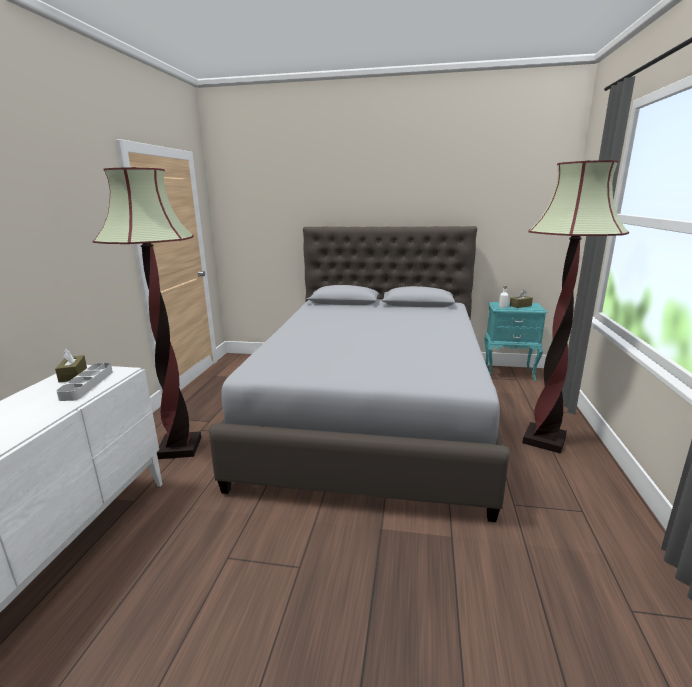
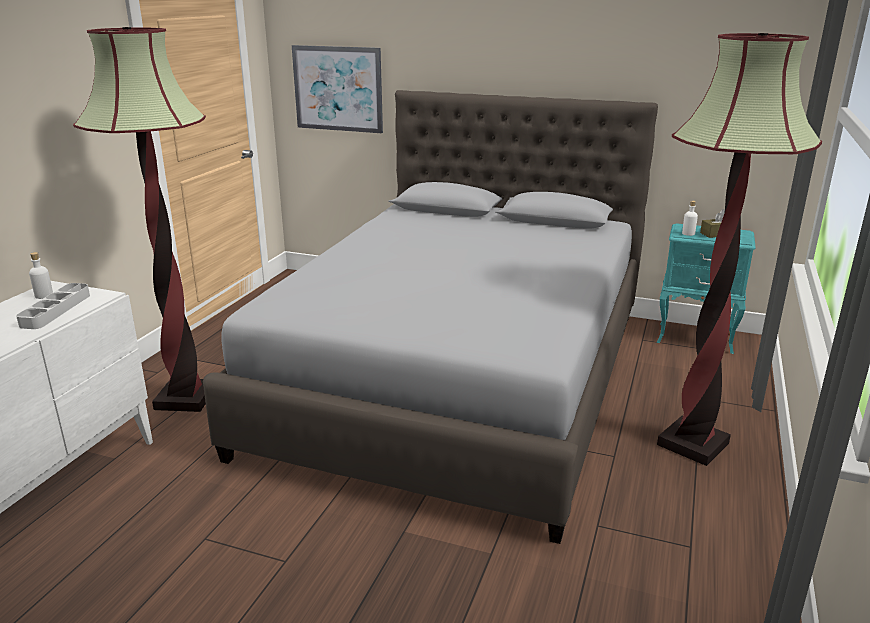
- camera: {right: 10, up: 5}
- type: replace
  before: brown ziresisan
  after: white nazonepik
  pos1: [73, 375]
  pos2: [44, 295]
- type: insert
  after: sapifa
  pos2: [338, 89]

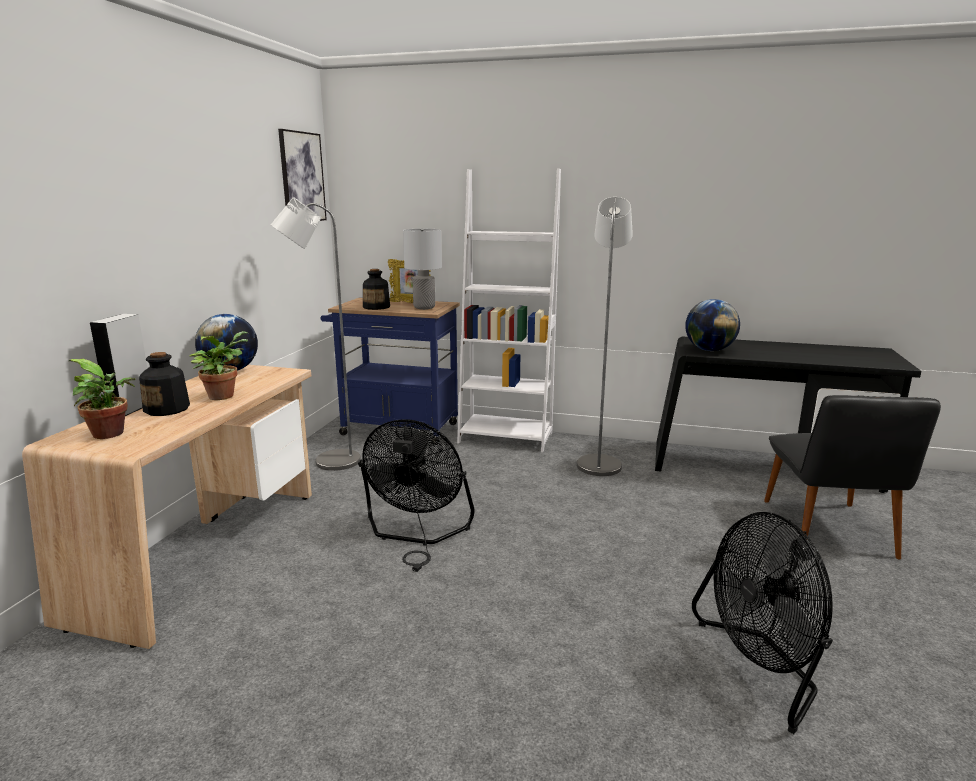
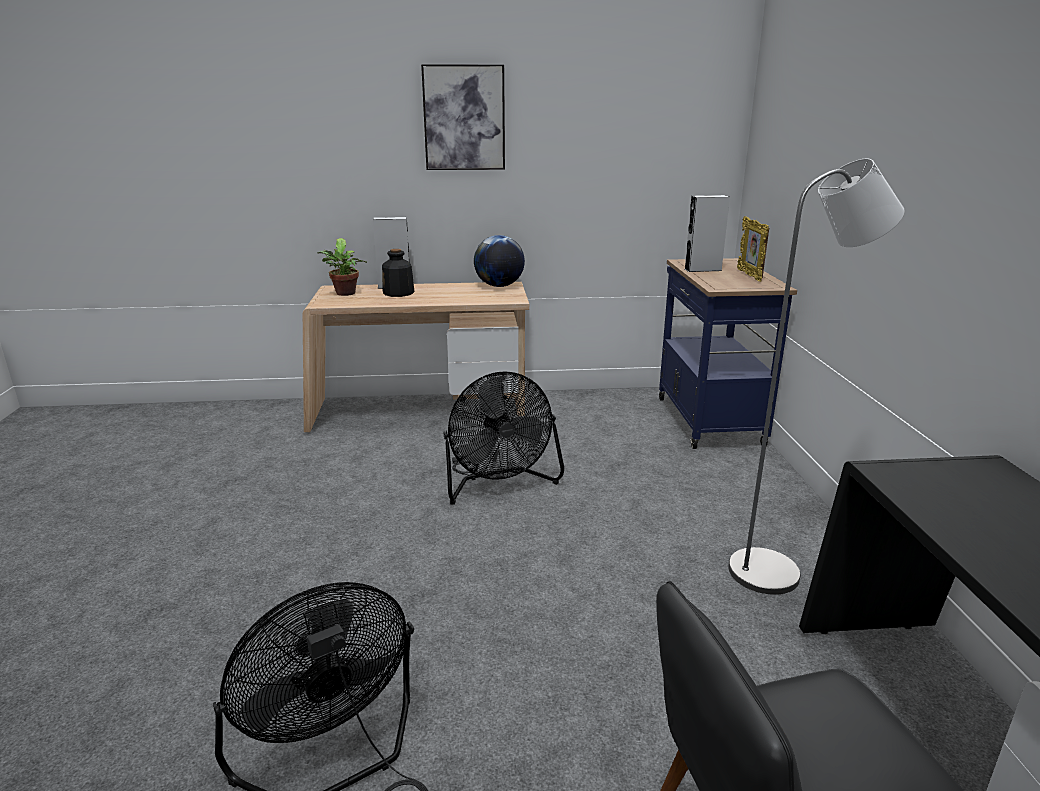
- camera: {right: 70, up: 5}
- type: move
  before: sapifa
  pos1: [302, 177]
  pos2: [464, 118]
- type: delete
  before: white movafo
  pos1: [505, 438]
- type: delete
  before: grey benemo
  pos1: [329, 462]
- type: delete
  before: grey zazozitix
  pos1: [424, 308]
- type: replace
  before: nazonepik
  after: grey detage
  pos1: [377, 307]
  pos2: [703, 269]
- type: delete
  before: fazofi
  pos1: [709, 350]
- type: delete
  before: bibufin
  pos1: [223, 395]
- type: rotate
  before: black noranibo
  pos1: [414, 534]
  pos2: [494, 483]
  turn: 75

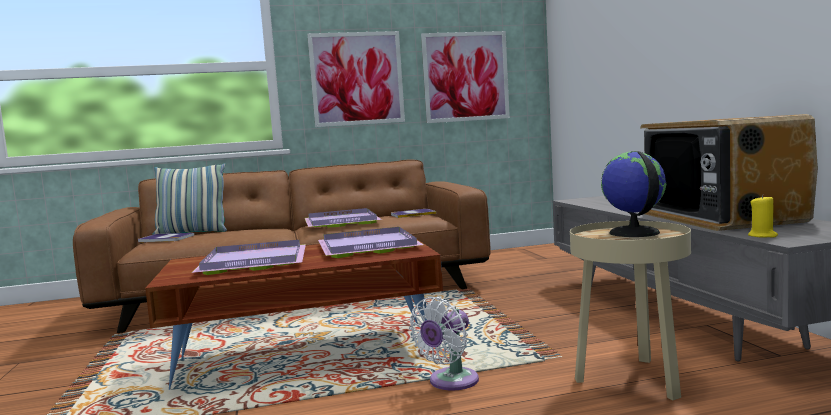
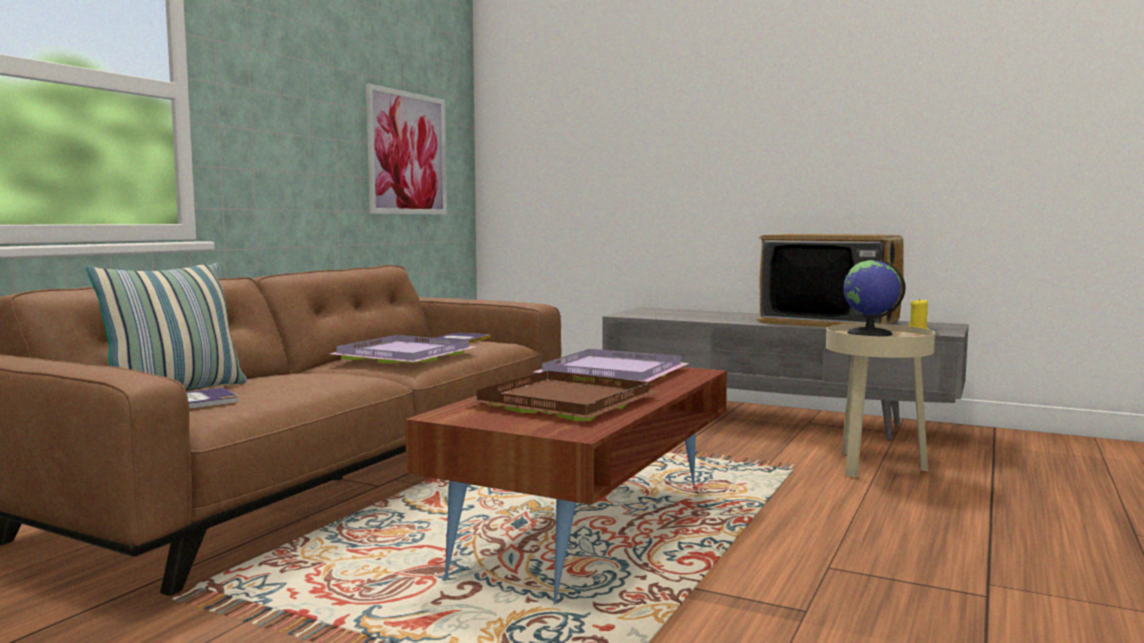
- camera: {right: -50, up: 0}
- type: delete
  before: sapifa
  pos1: [357, 79]
- type: recolor
  before: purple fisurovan
  after: brown fisurovan
  pos1: [256, 261]
  pos2: [564, 401]
- type: delete
  before: white noranibo
  pos1: [450, 382]

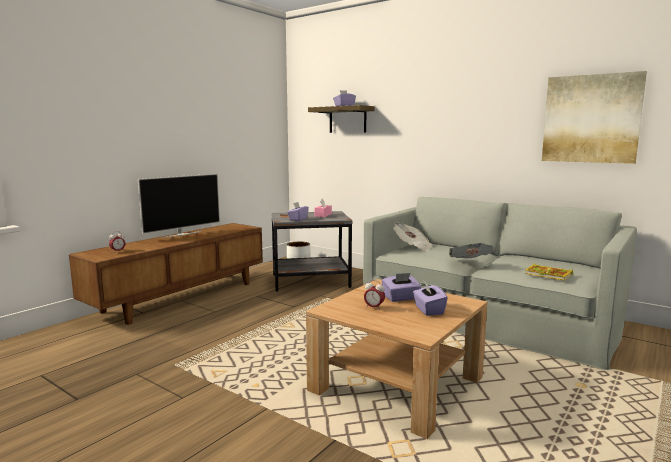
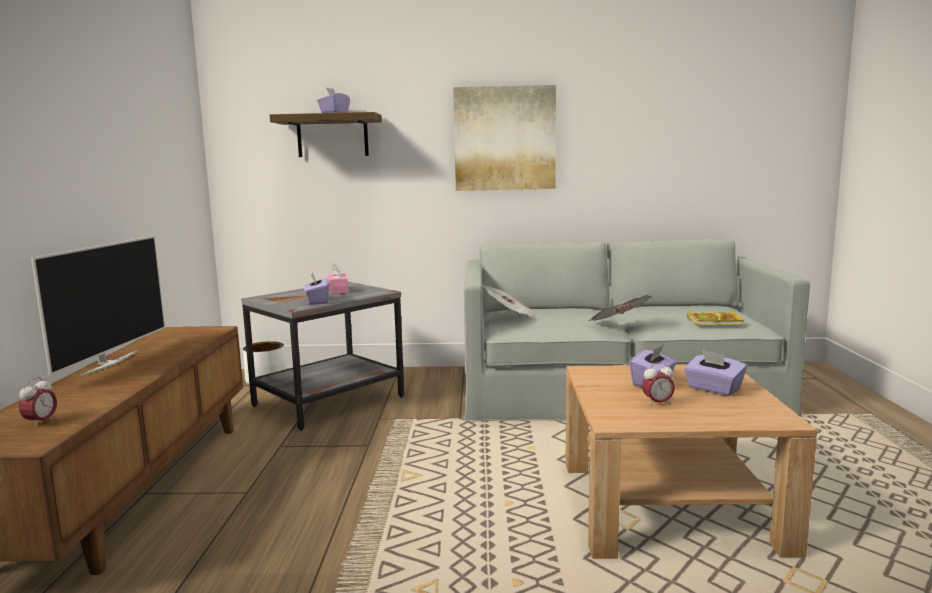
- camera: {right: -35, up: 0}
- type: move
  before: sapifa
  pos1: [591, 119]
  pos2: [504, 138]

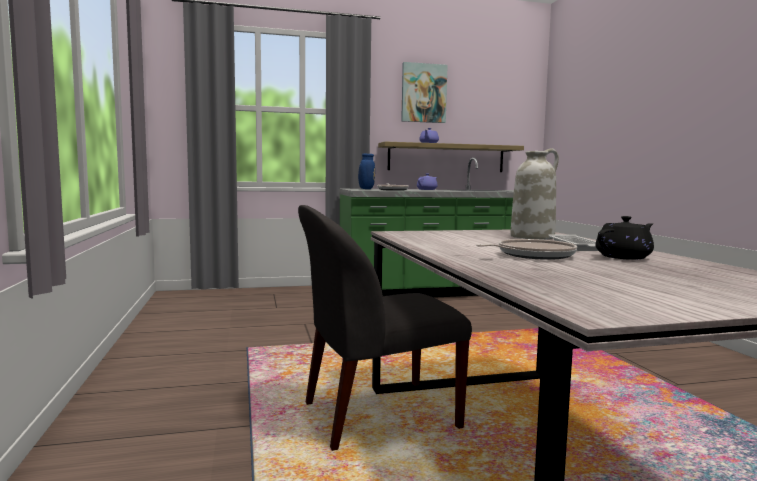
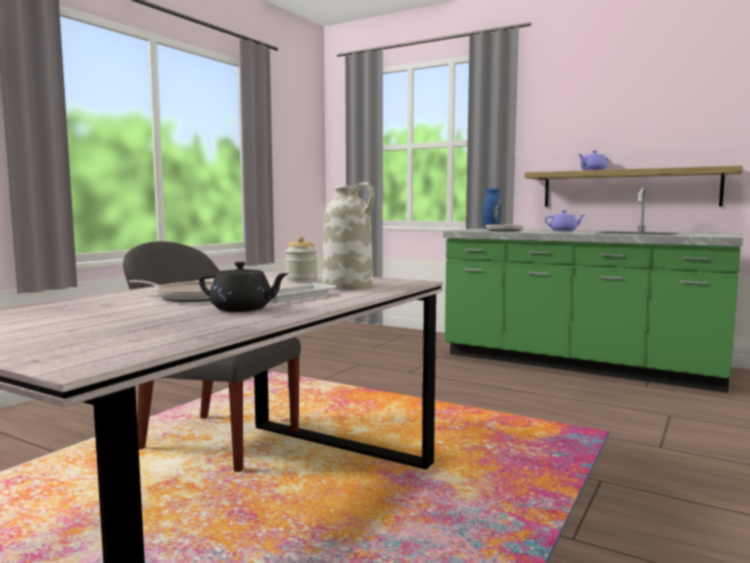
- camera: {right: 45, up: 0}
- type: delete
  before: sapifa
  pos1: [423, 93]
- type: insert
  after: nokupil
  pos2: [301, 280]

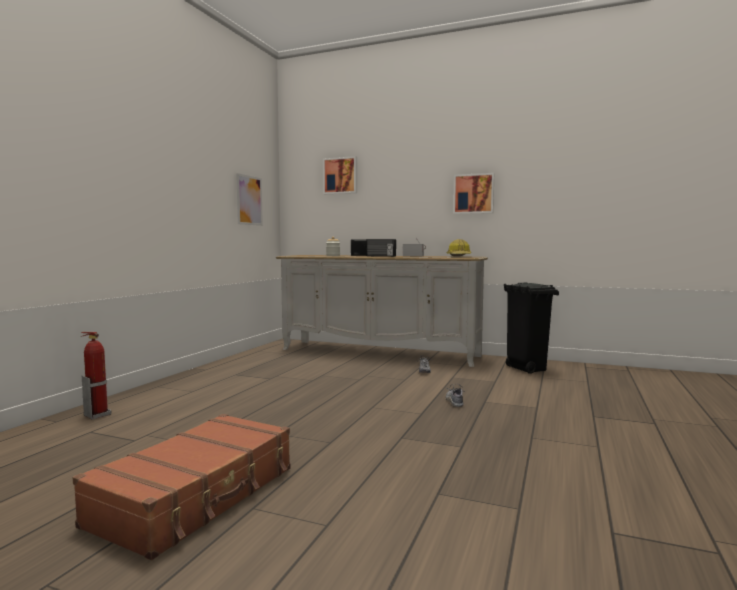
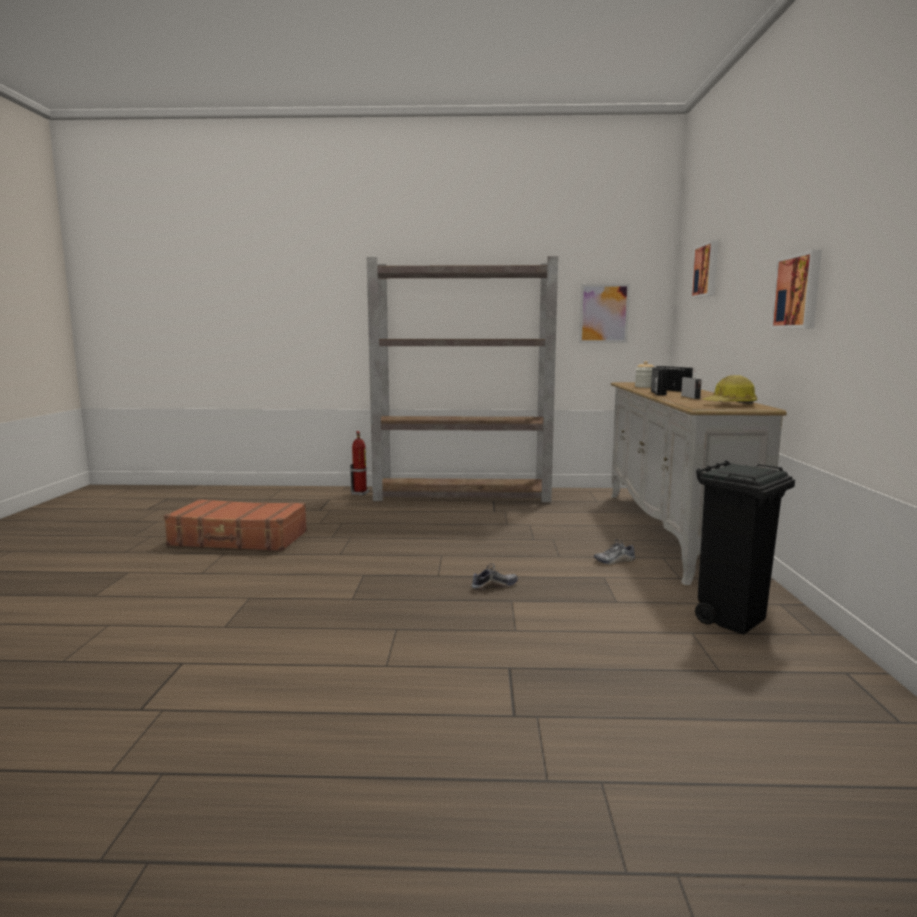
- camera: {right: 70, up: 5}
- type: insert
  after: brown movafo
  pos2: [462, 494]

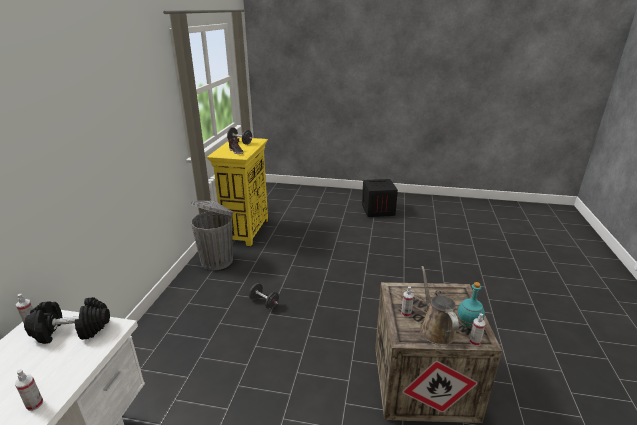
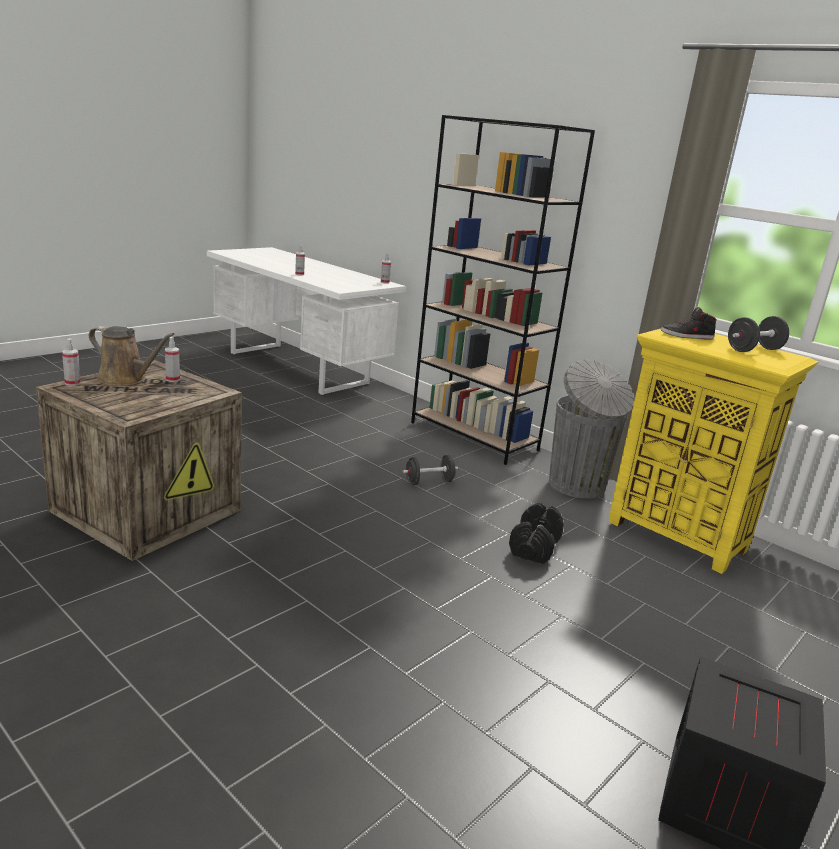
- camera: {right: 120, up: -5}
- type: delete
  before: turquoise nazonepik
  pos1: [468, 325]
- type: move
  before: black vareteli
  pos1: [71, 331]
  pos2: [534, 546]
- type: insert
  after: beige movafo
  pos2: [474, 436]

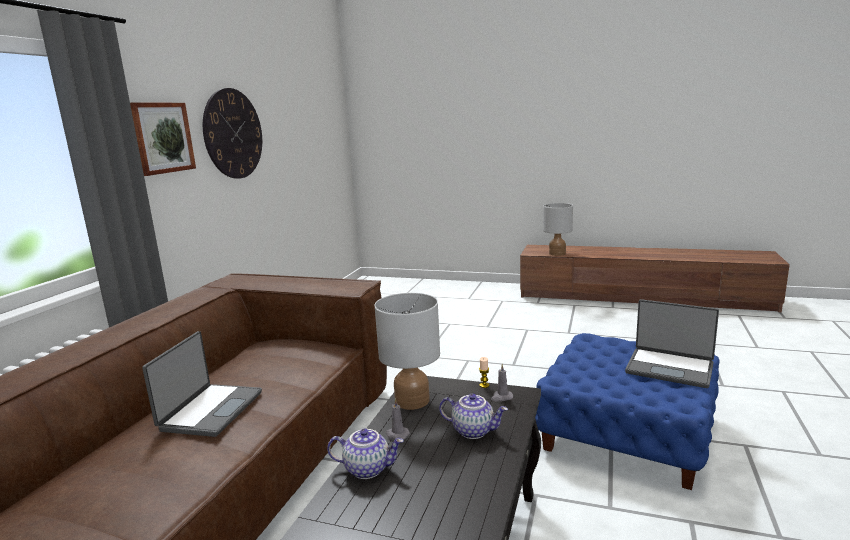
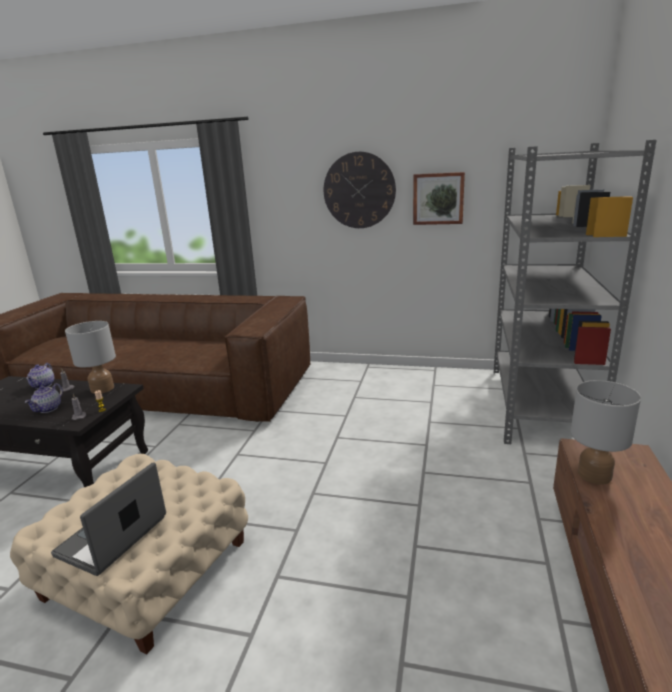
- camera: {right: 85, up: 5}
- type: move
  before: sapifa
  pos1: [161, 138]
  pos2: [438, 198]
- type: delete
  before: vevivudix
  pos1: [210, 410]
- type: recolor
  before: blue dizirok
  after: beige dizirok
  pos1: [626, 432]
  pos2: [147, 569]
- type: insert
  after: grey movafo
  pos2: [539, 405]

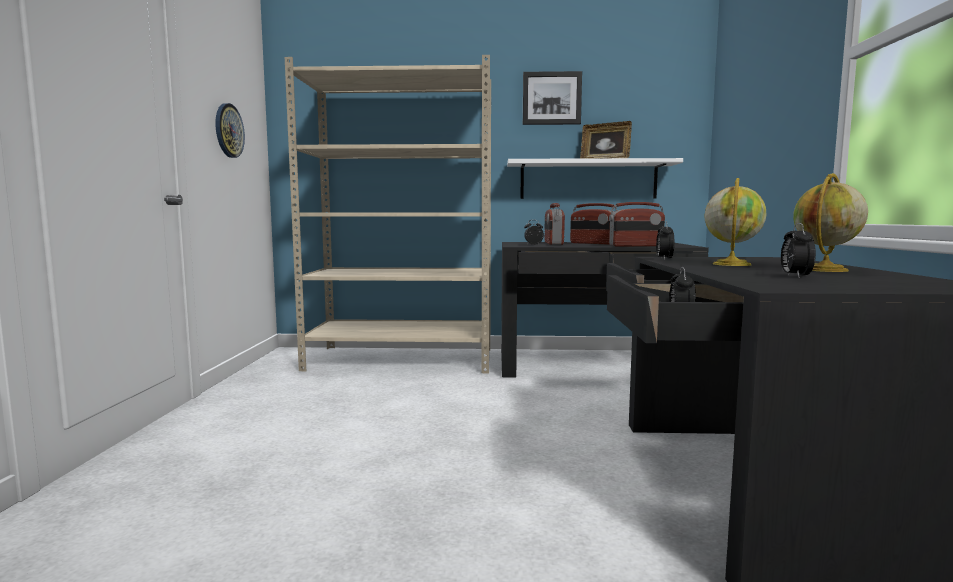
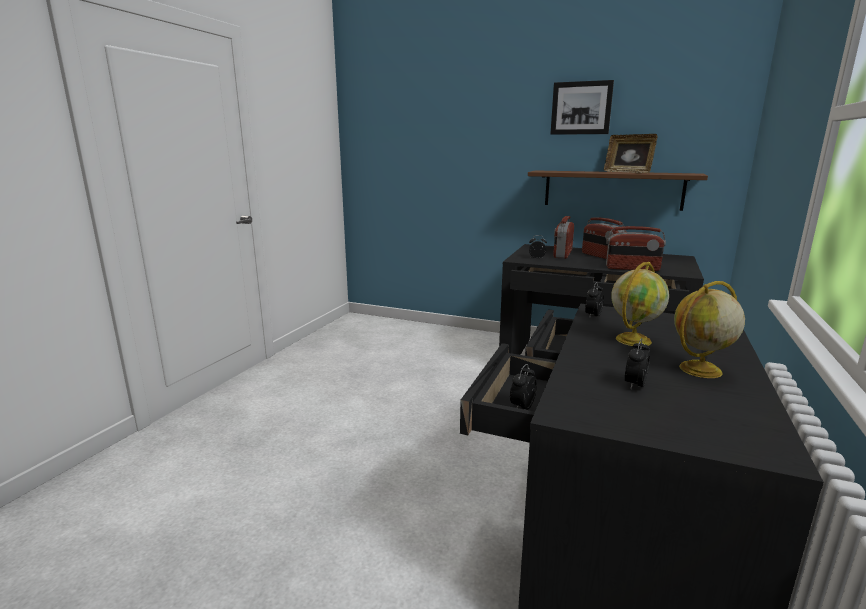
- camera: {right: 20, up: 10}
- type: delete
  before: beige movafo
  pos1: [402, 359]
- type: delete
  before: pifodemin
  pos1: [228, 130]
- type: recolor
  before: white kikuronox
  after: brown kikuronox
  pos1: [588, 180]
  pos2: [612, 189]

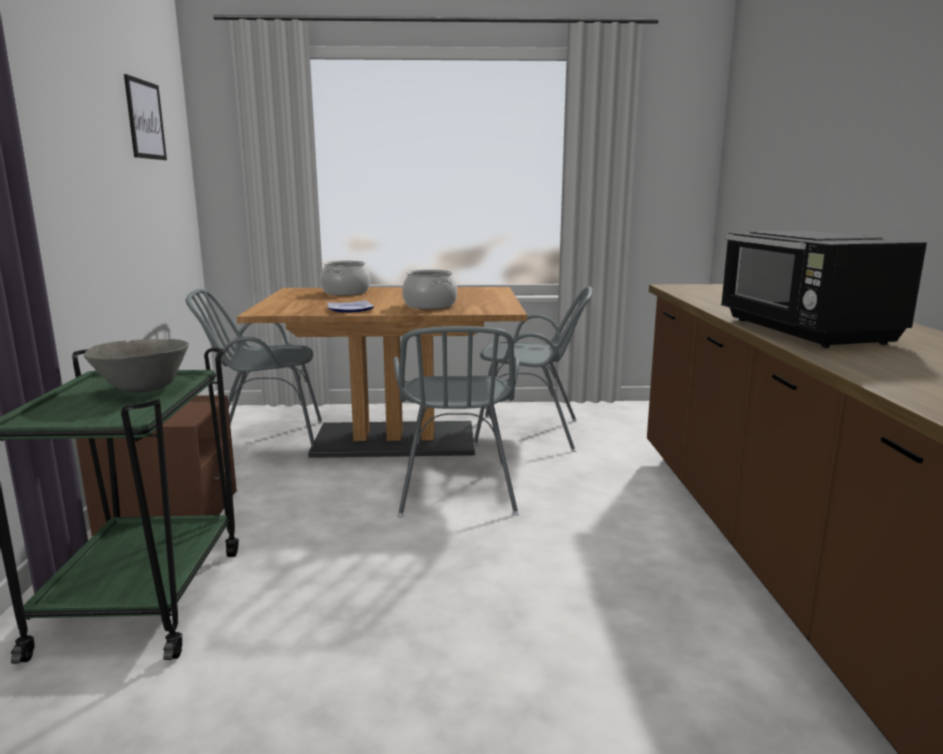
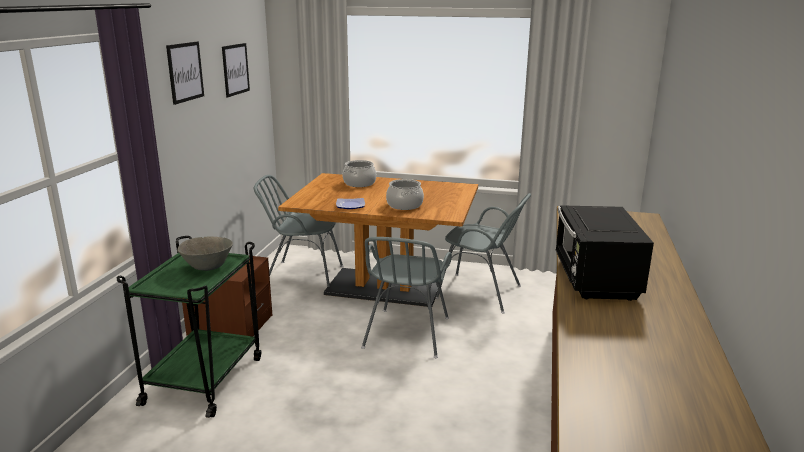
- camera: {right: 15, up: 5}
- type: insert
  after: sapifa
  pos2: [185, 72]

